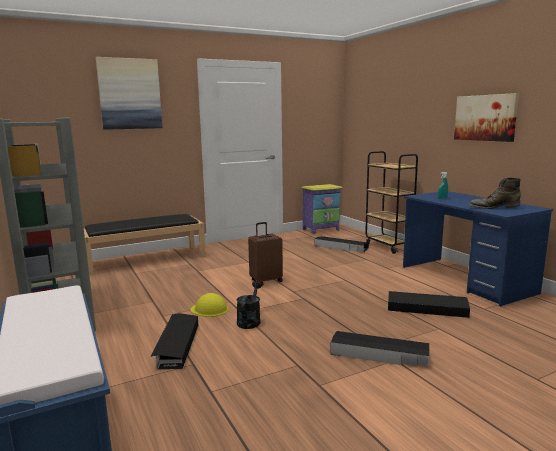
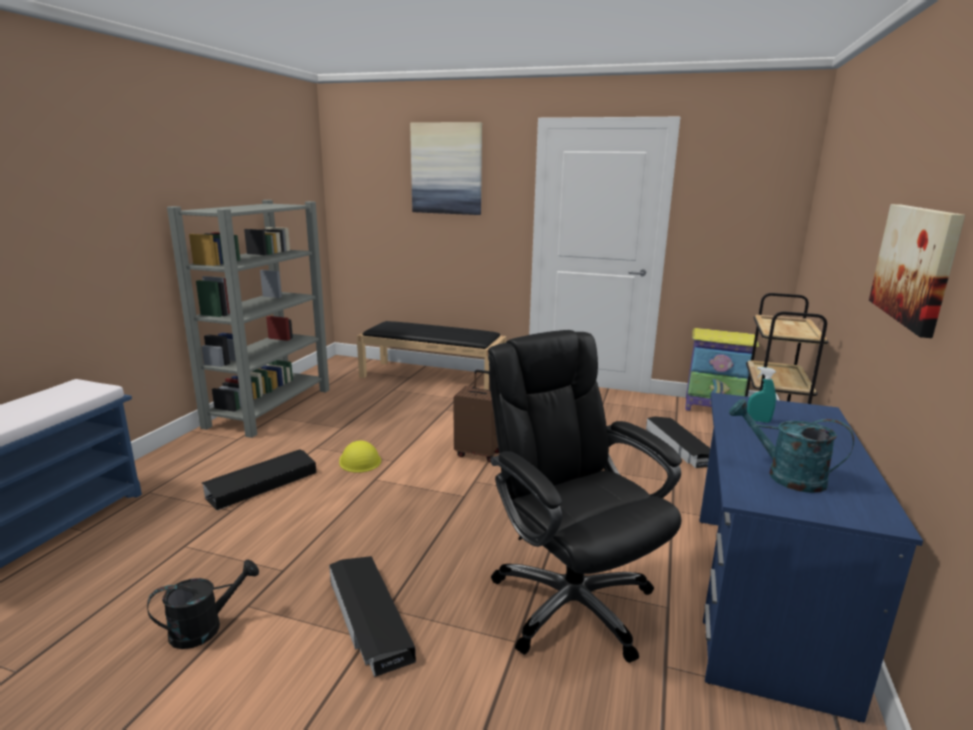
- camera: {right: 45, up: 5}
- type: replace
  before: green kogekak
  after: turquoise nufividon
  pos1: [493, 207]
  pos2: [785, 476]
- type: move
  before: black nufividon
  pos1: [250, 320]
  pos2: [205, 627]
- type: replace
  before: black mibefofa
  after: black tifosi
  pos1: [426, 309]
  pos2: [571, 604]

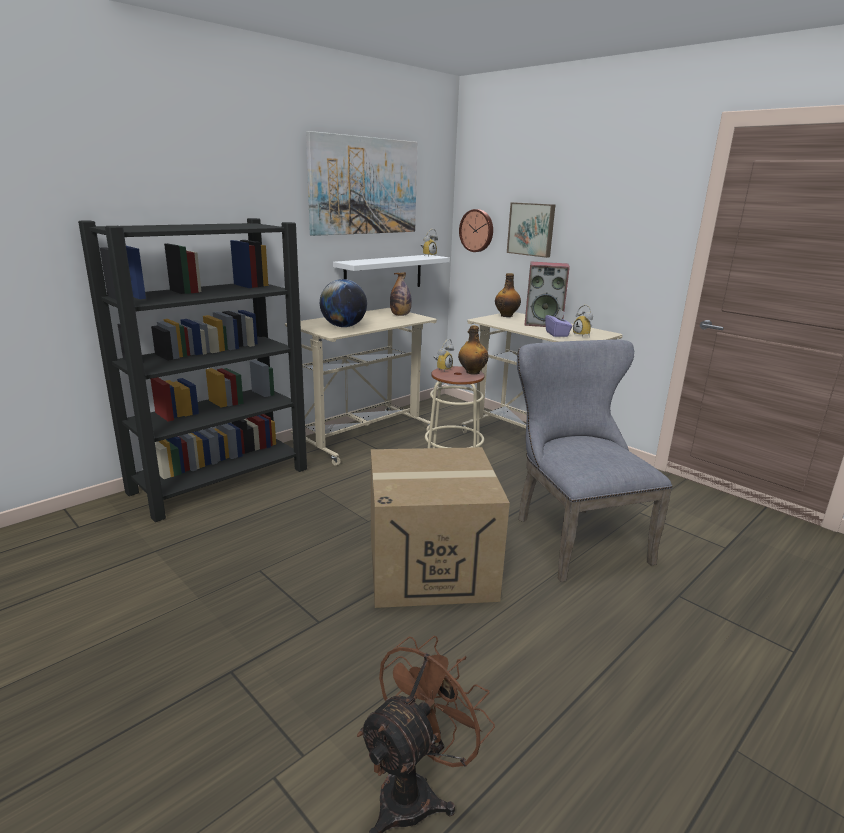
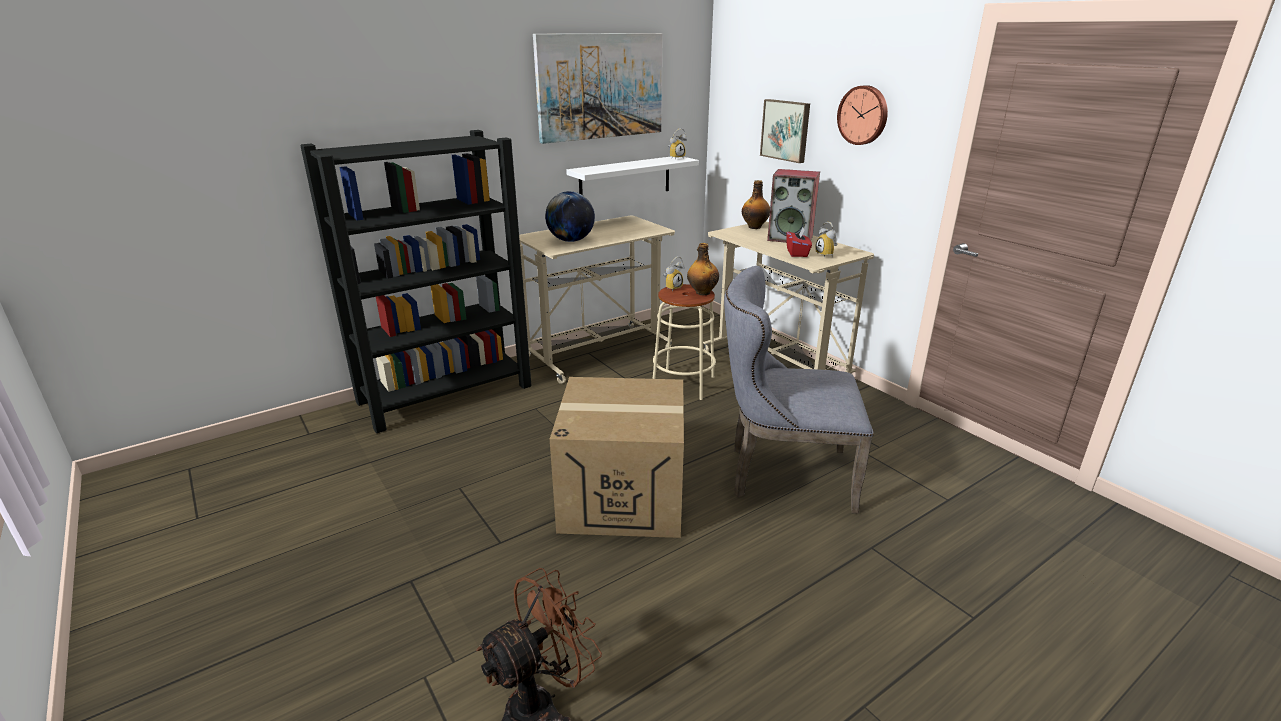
- camera: {right: 10, up: 5}
- type: move
  before: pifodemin
  pos1: [477, 230]
  pos2: [863, 115]
- type: delete
  before: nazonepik
  pos1: [400, 315]
- type: recolor
  before: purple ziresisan
  after: red ziresisan
  pos1: [557, 334]
  pos2: [797, 253]
- type: rotate
  before: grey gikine
  pos1: [573, 536]
  pos2: [782, 475]
  turn: -75

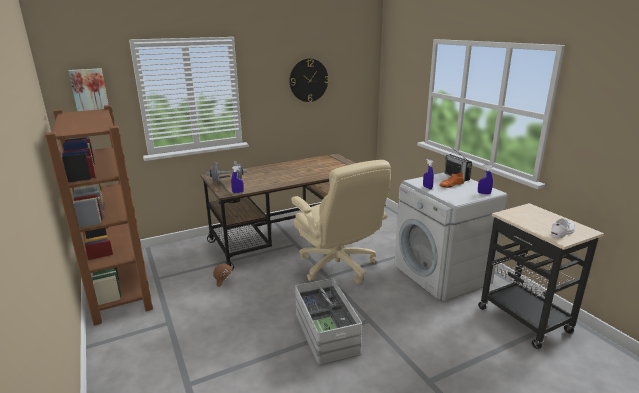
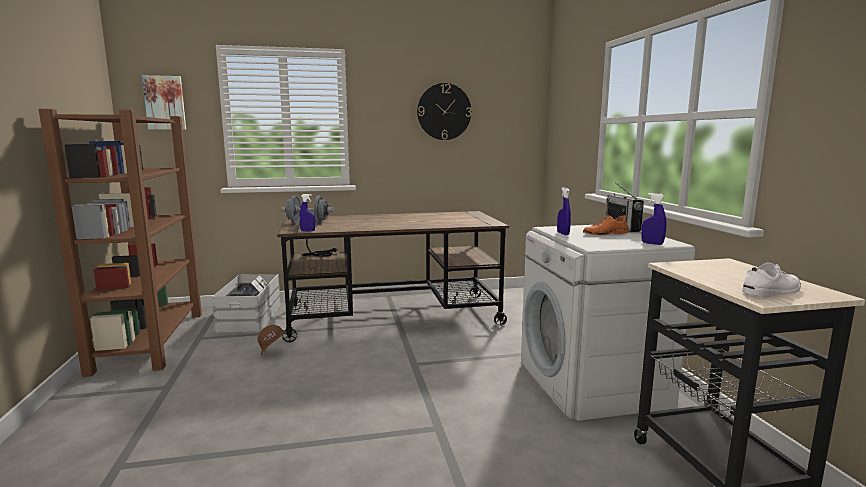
- camera: {right: 15, up: -10}
- type: delete
  before: beige tifosi
  pos1: [338, 268]
- type: move
  before: grey mibefofa
  pos1: [325, 333]
  pos2: [249, 318]

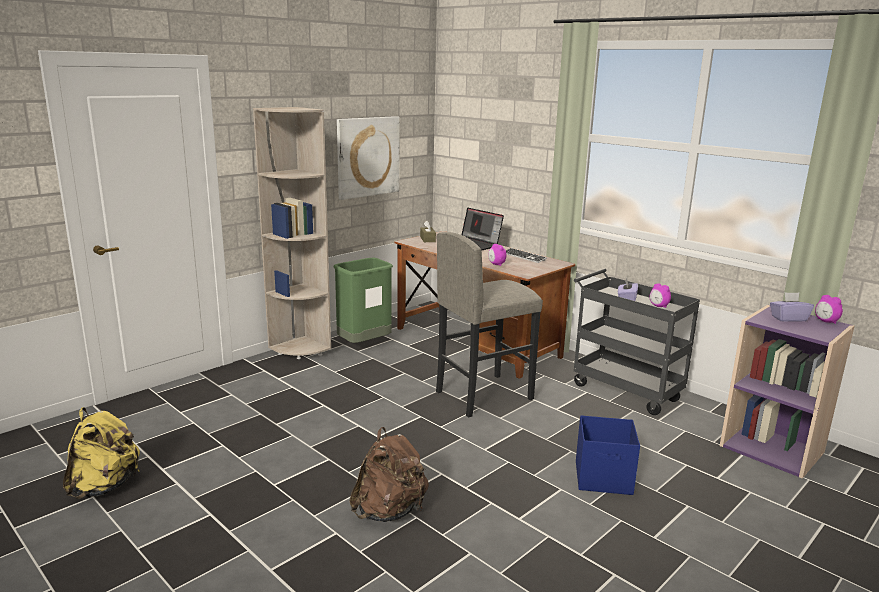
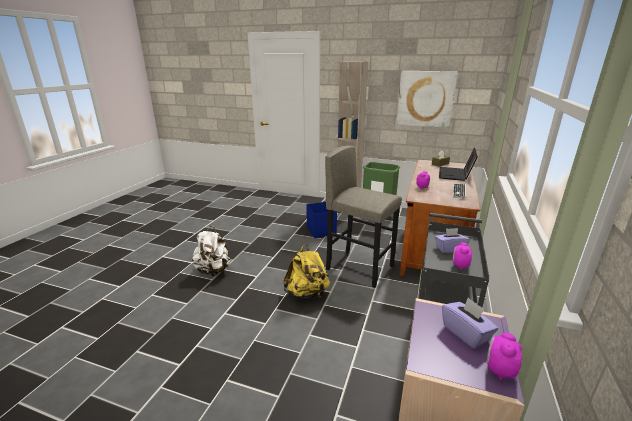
- camera: {right: 65, up: 5}
- type: move
  before: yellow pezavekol
  pos1: [105, 486]
  pos2: [307, 294]
- type: move
  before: blue mibefofa
  pos1: [604, 479]
  pos2: [321, 231]
- type: recolor
  before: brown pezavekol
  after: white pezavekol
  pos1: [389, 511]
  pos2: [213, 271]

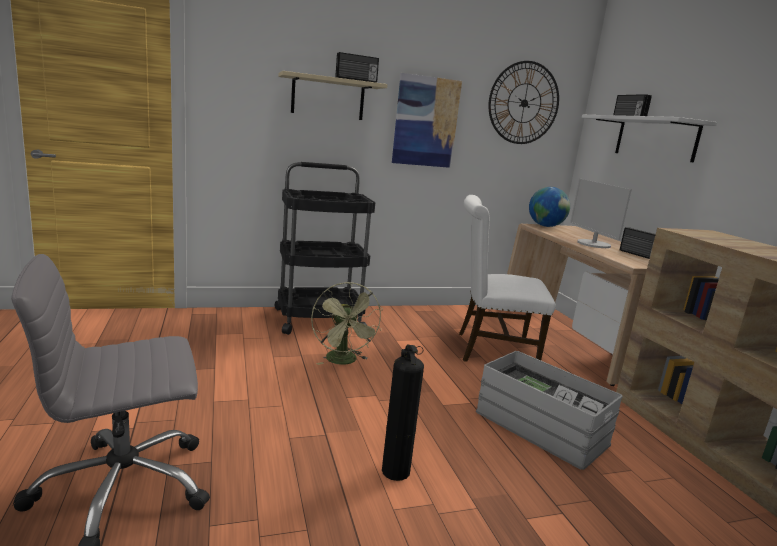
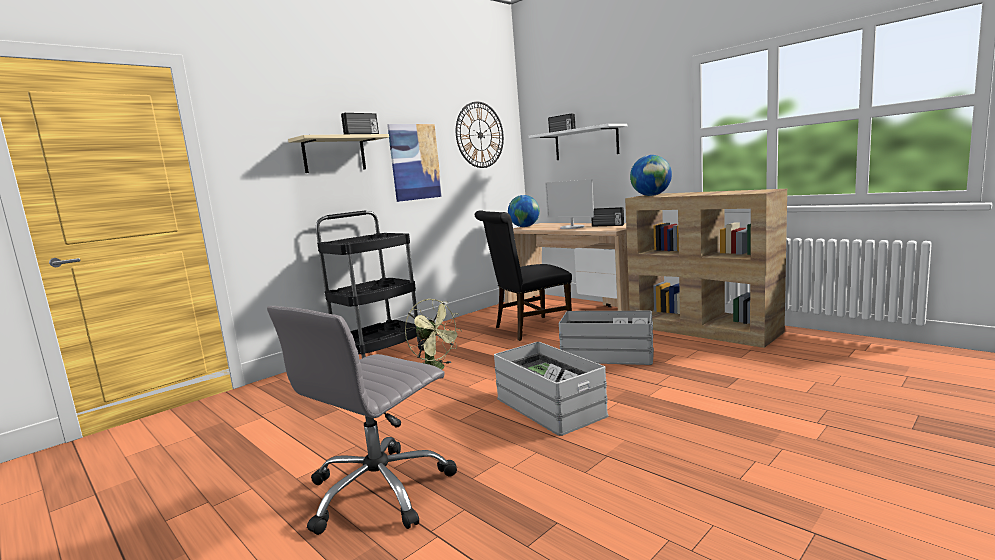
- camera: {right: -25, up: -5}
- type: recolor
  before: white gikine
  after: black gikine
  pos1: [489, 350]
  pos2: [528, 329]
- type: replace
  before: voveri
  after: grey mibefofa
  pos1: [395, 470]
  pos2: [550, 406]
- type: insert
  after: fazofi
  pos2: [651, 195]

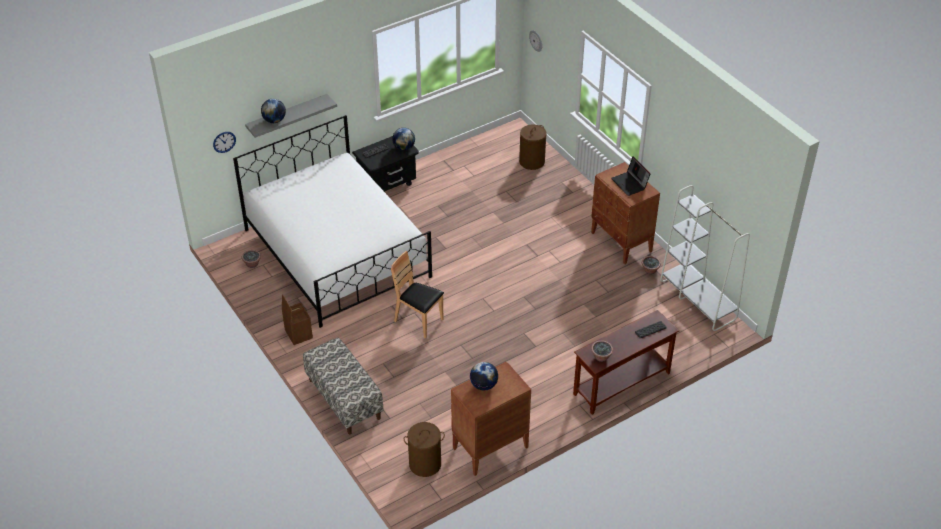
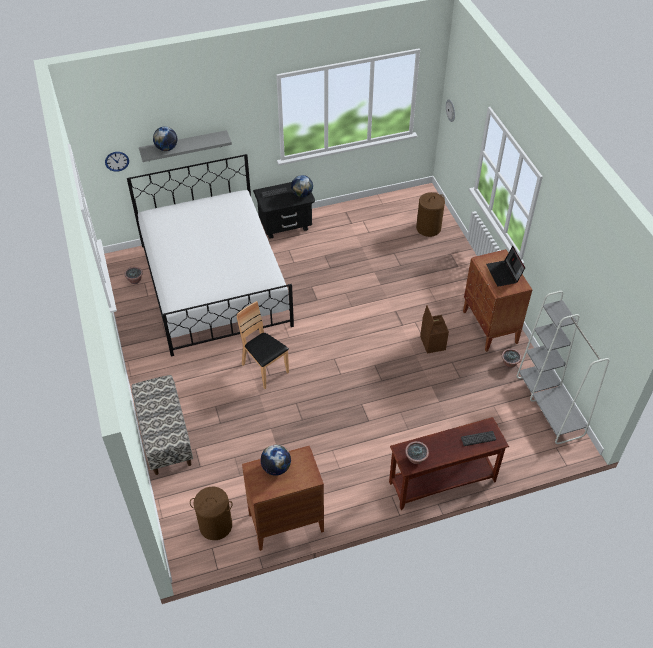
- camera: {right: 15, up: 5}
- type: move
  before: brown mibefofa
  pos1: [298, 333]
  pos2: [432, 343]

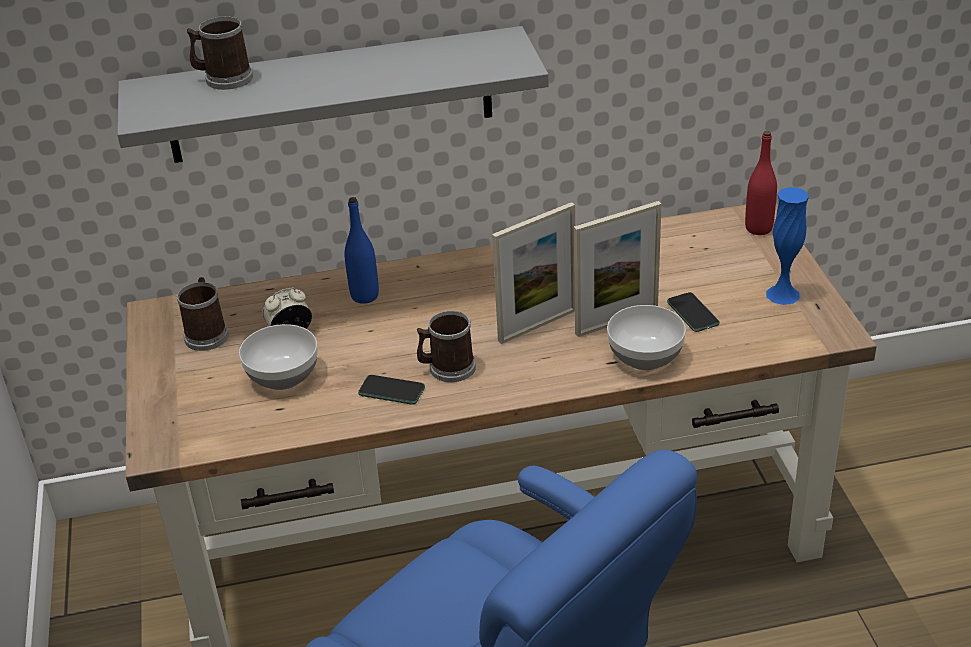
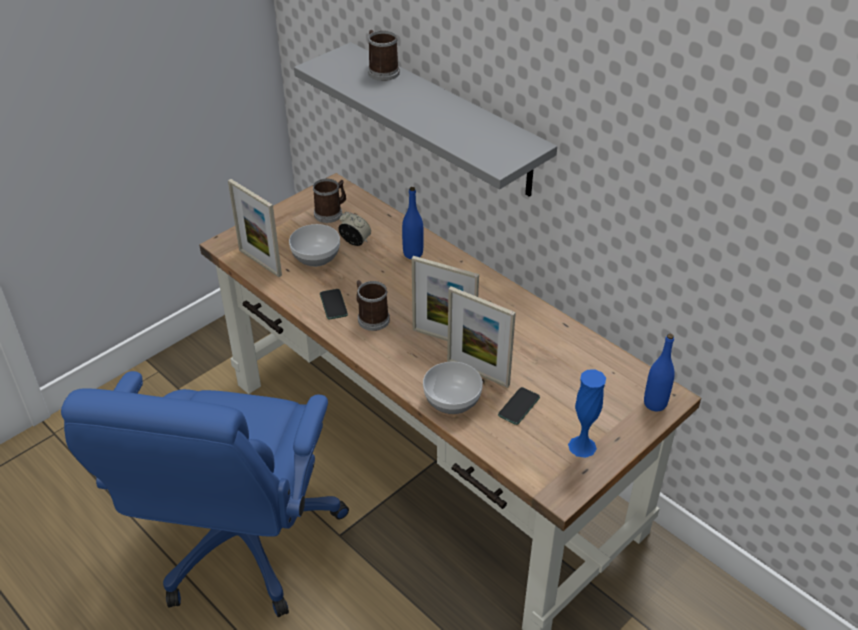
- camera: {right: 55, up: 5}
- type: recolor
  before: red nazonepik
  after: blue nazonepik
  pos1: [758, 228]
  pos2: [655, 403]
- type: insert
  after: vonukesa
  pos2: [260, 262]

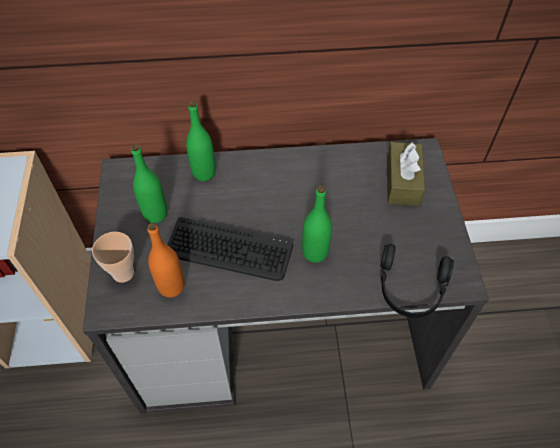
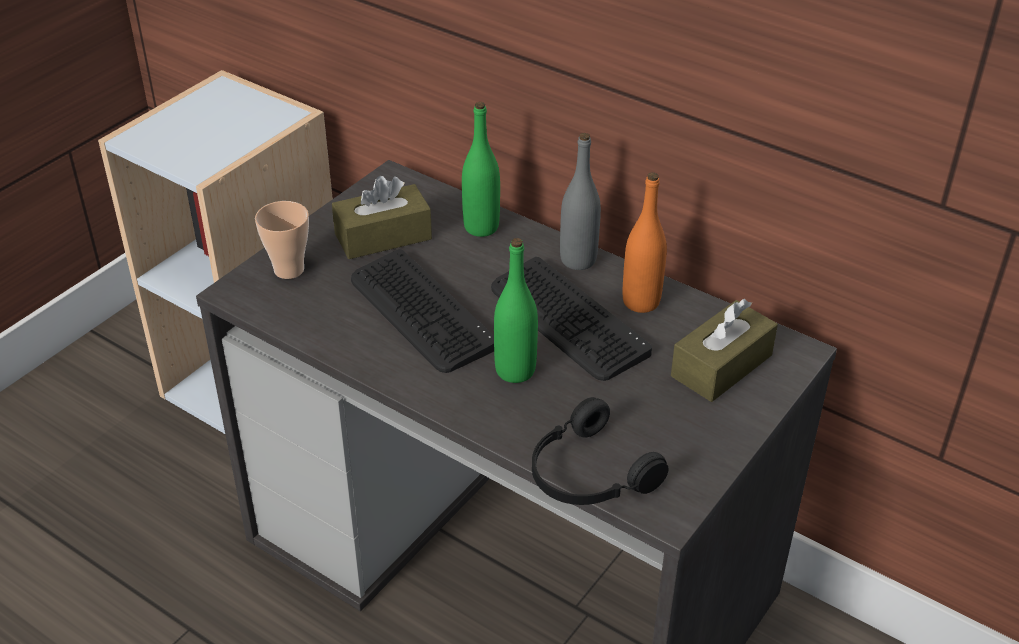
- camera: {right: 40, up: -15}
- type: replace
  before: green nazonepik
  after: brown ziresisan
  pos1: [155, 214]
  pos2: [383, 236]
- type: move
  before: orange nazonepik
  pos1: [171, 286]
  pos2: [641, 302]
- type: insert
  after: grey nazonepik
  pos2: [578, 260]
- type: insert
  after: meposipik
  pos2: [567, 320]

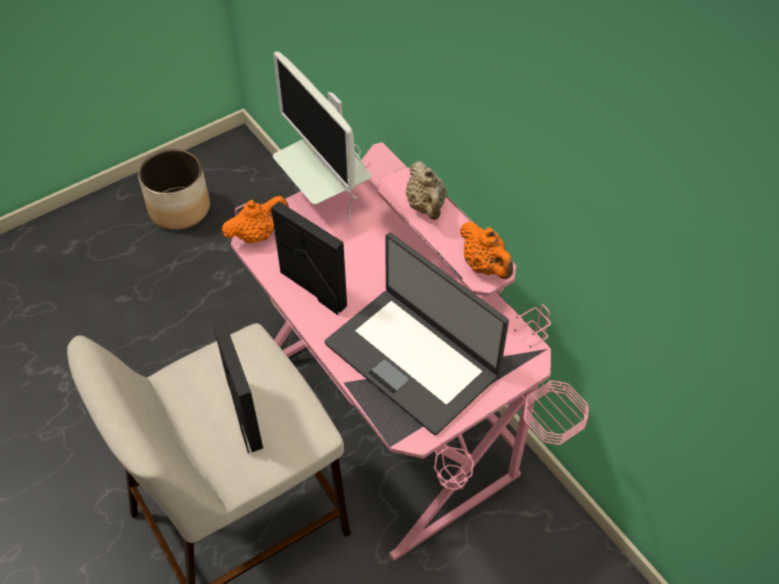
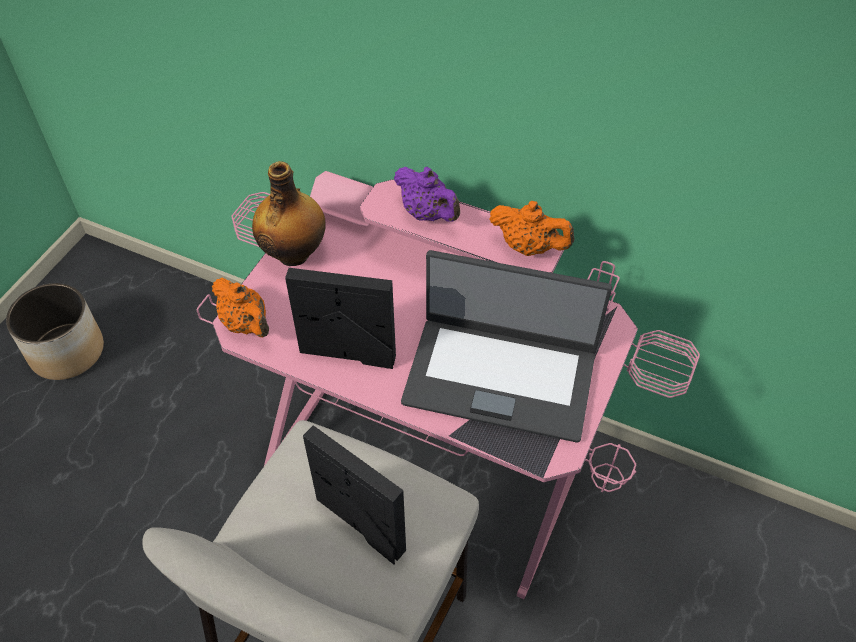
- camera: {right: -30, up: 0}
- type: replace
  before: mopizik
  after: nazonepik
  pos1: [327, 197]
  pos2: [294, 253]
- type: recolor
  before: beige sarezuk
  after: purple sarezuk
  pos1: [426, 207]
  pos2: [428, 214]
- type: rotate
  before: orange sarezuk
  pos1: [258, 235]
  pos2: [246, 324]
  turn: 105

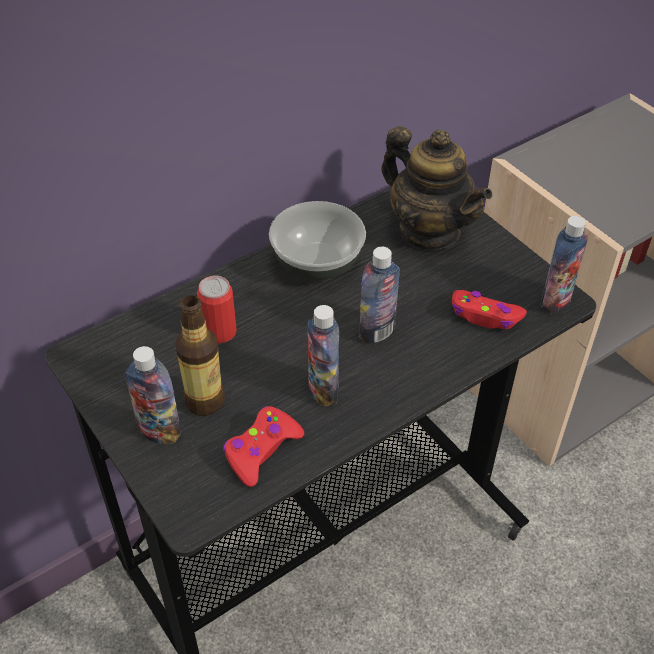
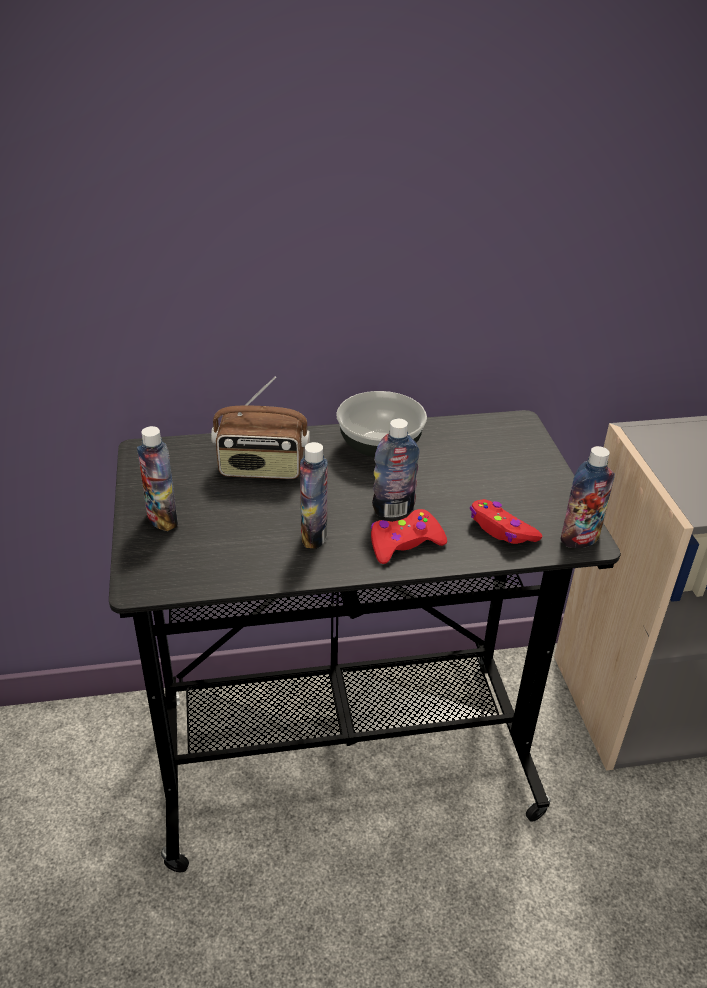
- camera: {right: 25, up: -10}
- type: delete
  before: sarezuk
  pos1: [429, 231]
- type: replace
  before: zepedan
  after: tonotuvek
  pos1: [219, 332]
  pos2: [261, 469]
- type: delete
  before: nazonepik
  pos1: [205, 401]
- type: move
  before: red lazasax
  pos1: [261, 450]
  pos2: [404, 543]

